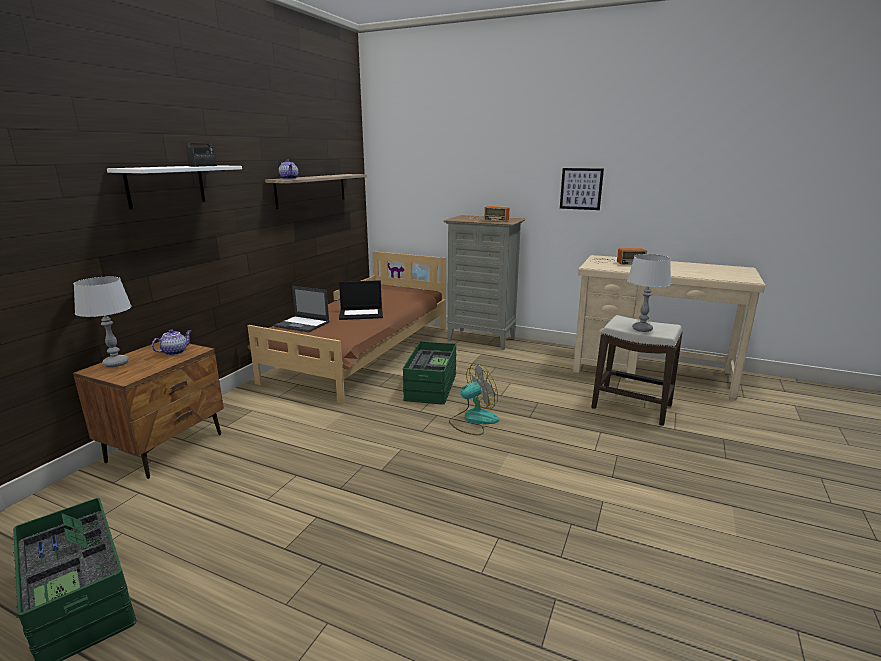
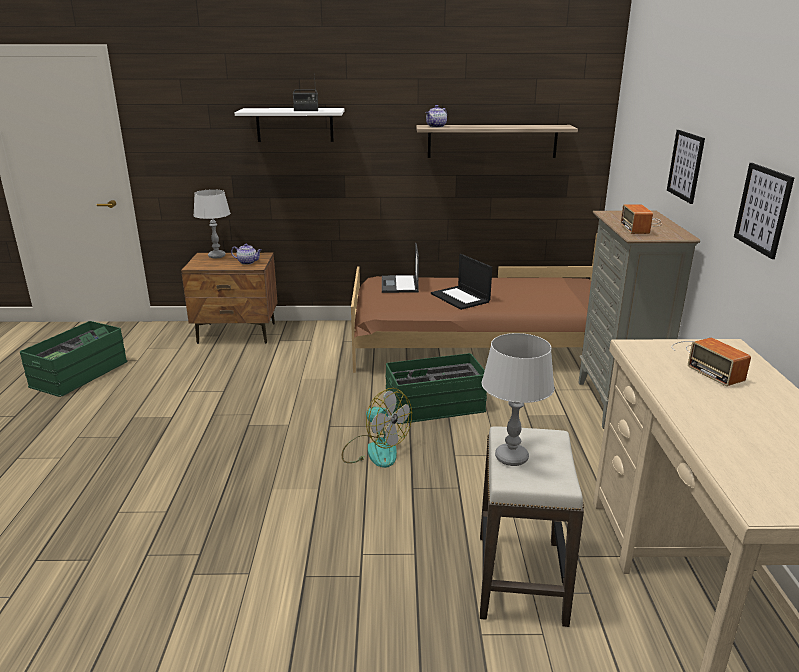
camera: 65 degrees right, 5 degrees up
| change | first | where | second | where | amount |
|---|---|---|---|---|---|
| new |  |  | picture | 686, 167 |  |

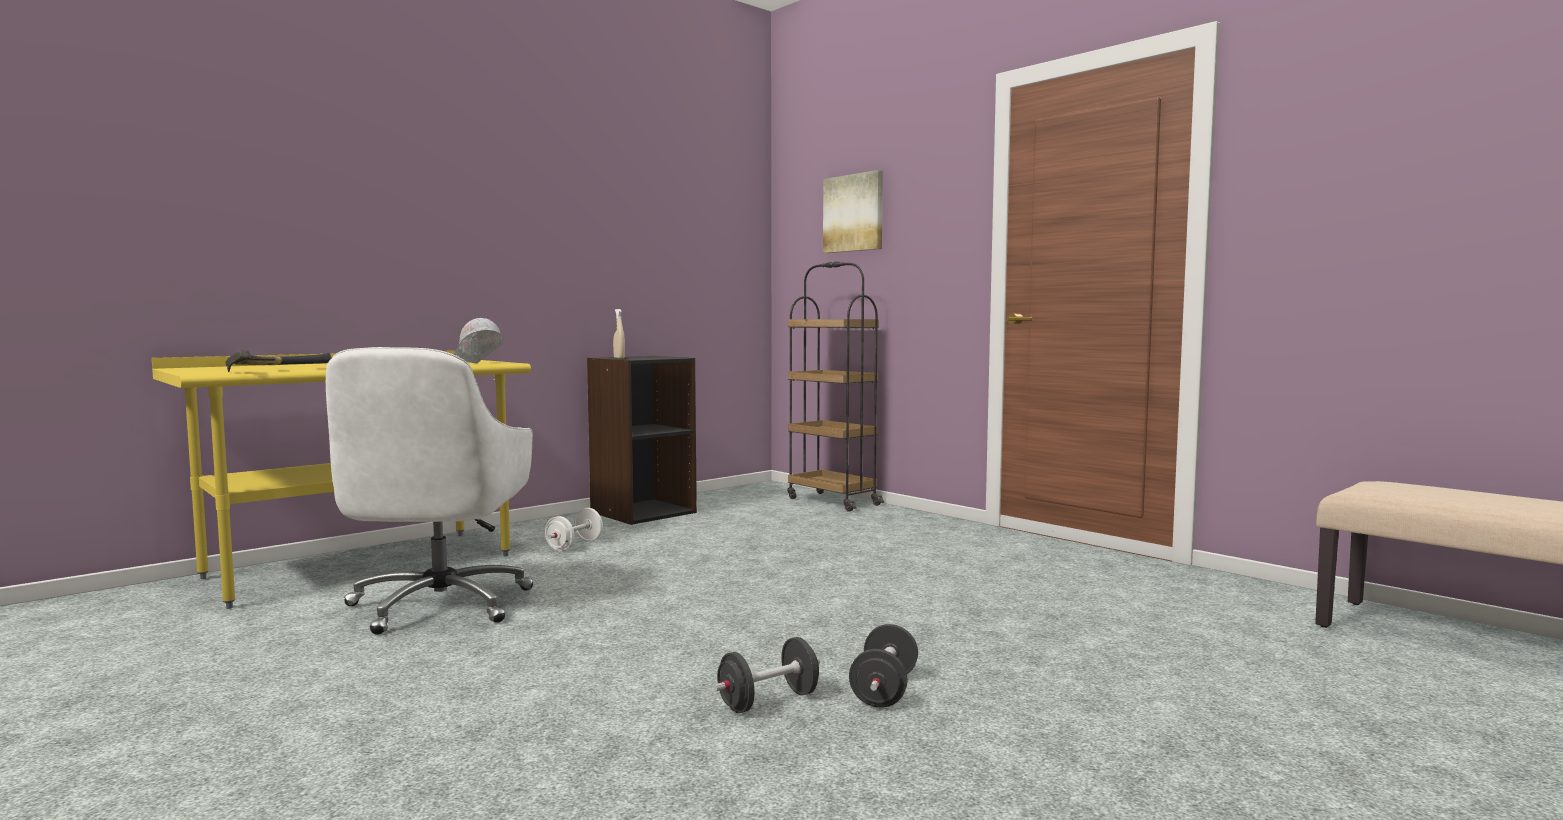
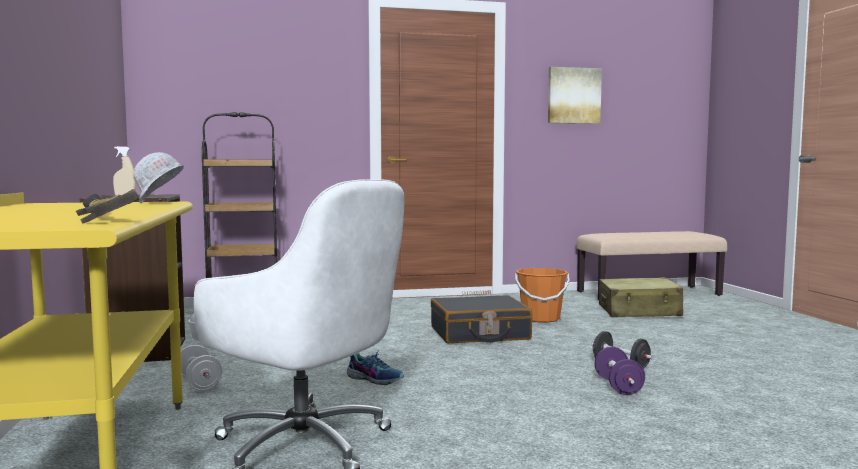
camera: 60 degrees left, 0 degrees up
| change | first | where | second | where | amount |
|---|---|---|---|---|---|
| new |  |  | shoe | 375, 367 |  |
| new |  |  | black suitcase | 481, 319 |  |
| new |  |  | orange bucket | 542, 295 |  |
| new |  |  | beige suitcase | 641, 297 |  |
| shifted | picture | 853, 211 |  | 575, 95 |  |
| repainted | black dumbbell | 767, 675 | purple dumbbell | 620, 370 |  |

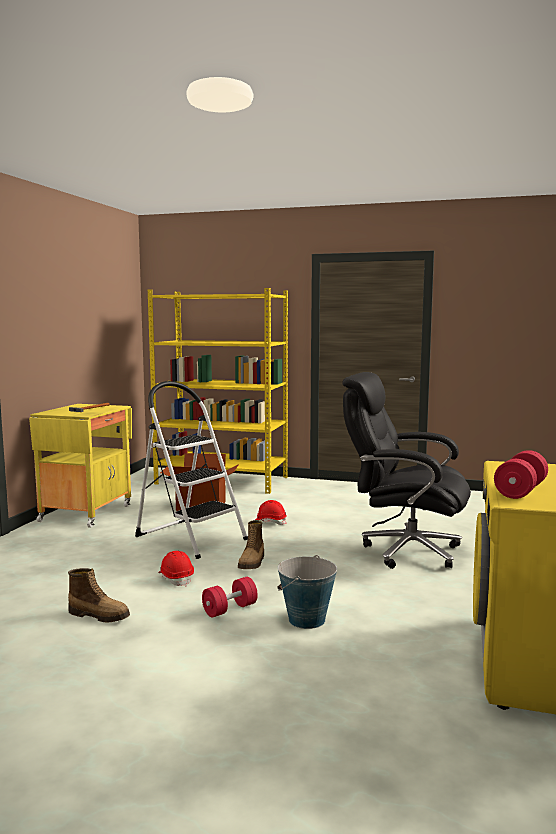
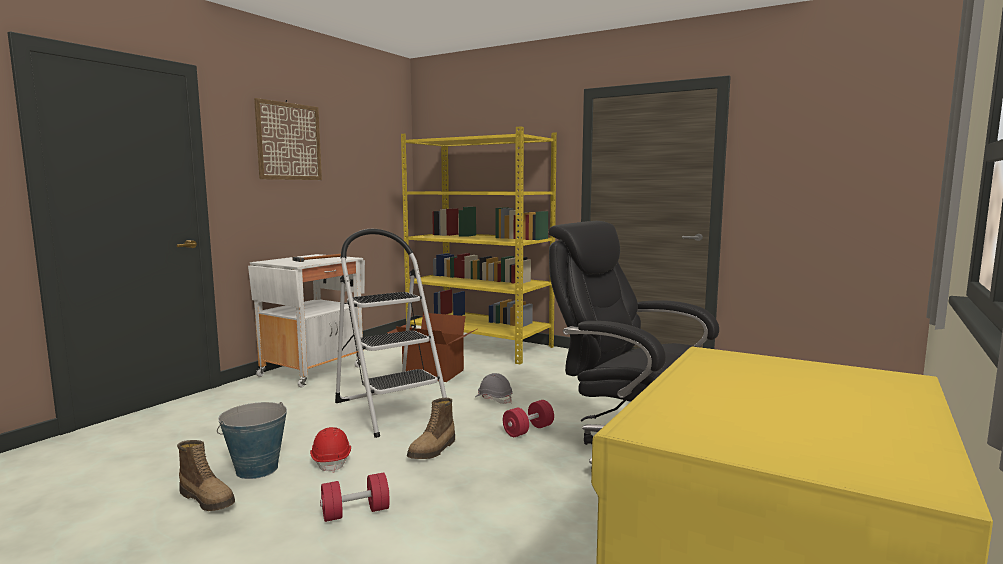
camera: 15 degrees right, 0 degrees up
| change | first | where | second | where | amount |
|---|---|---|---|---|---|
| new |  |  | picture | 288, 139 |  |
| shifted | bucket | 307, 592 |  | 252, 440 |  |
| shifted | red dumbbell | 521, 474 |  | 528, 418 |  |
| repainted | yellow cart | 80, 466 | white cart | 306, 320 |  |
| repainted | red hard hat | 271, 512 | grey hard hat | 494, 388 |  |

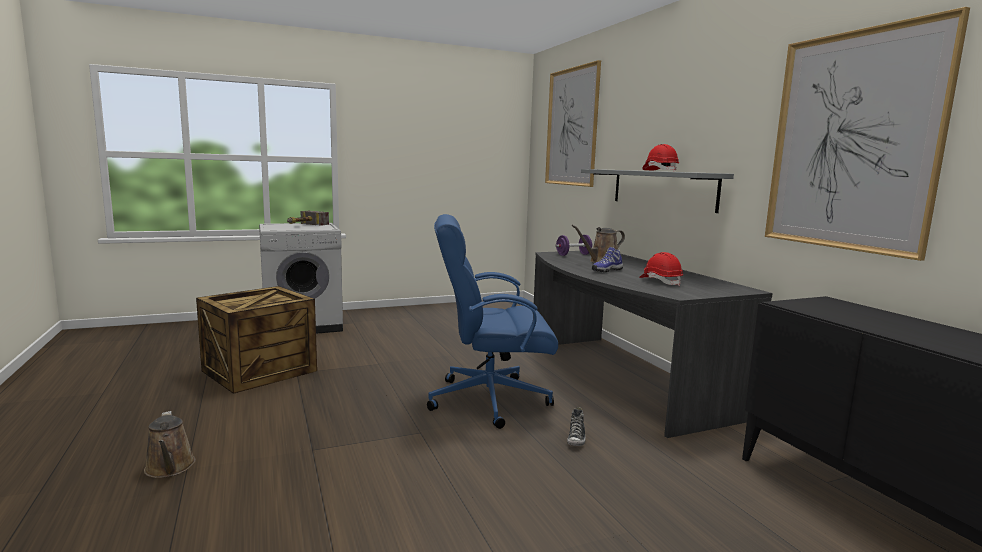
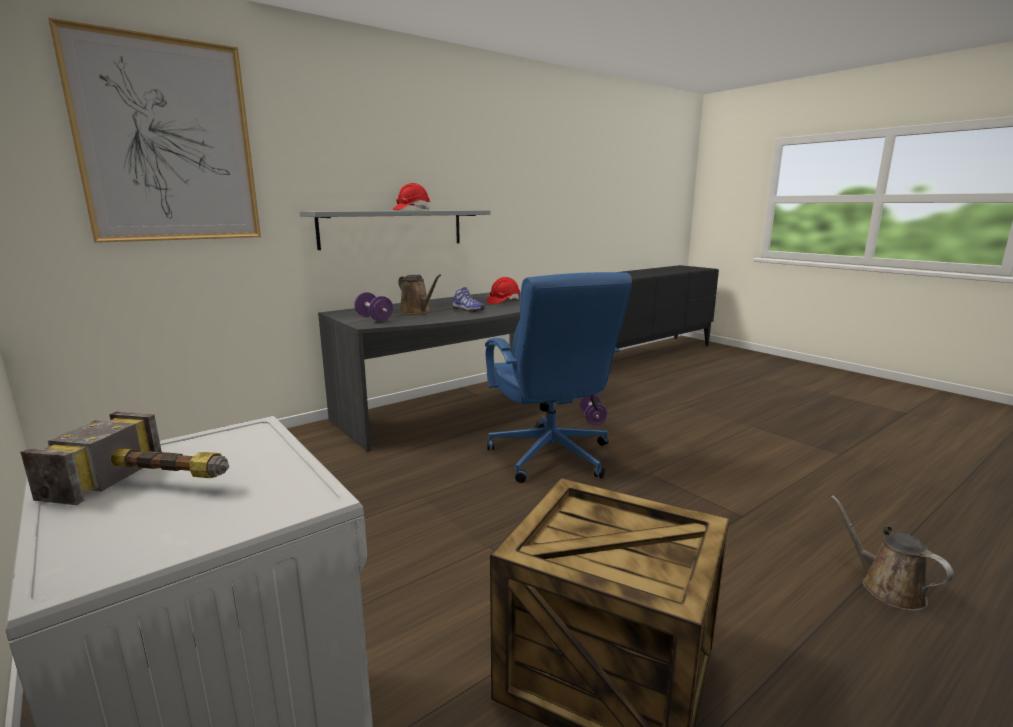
camera: 105 degrees left, 5 degrees up
| change | first | where | second | where | amount |
|---|---|---|---|---|---|
| gone | picture | 867, 134 |  |  |  |
| swapped | shoe | 576, 426 | purple dumbbell | 593, 410 |  |
| rotated | brown watering can | 170, 444 |  | 892, 553 | 75 degrees counterclockwise |

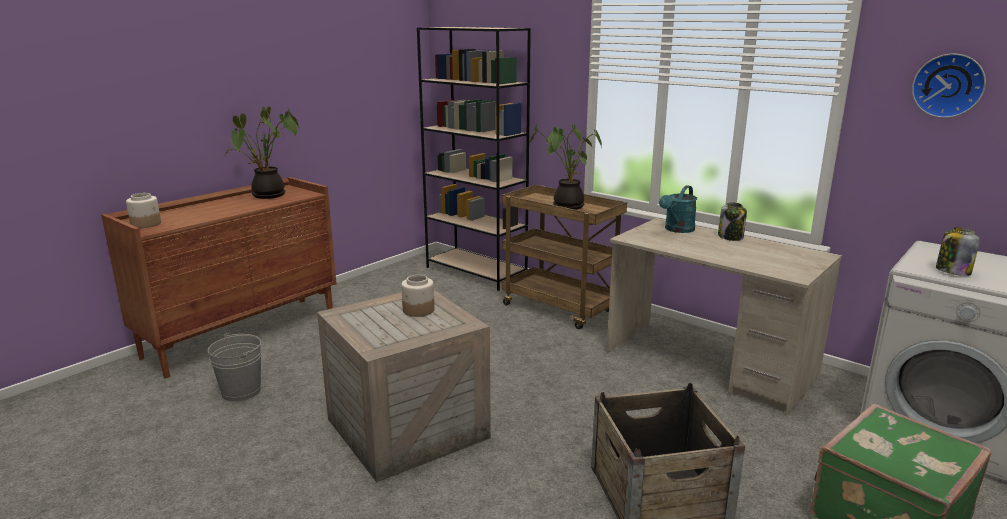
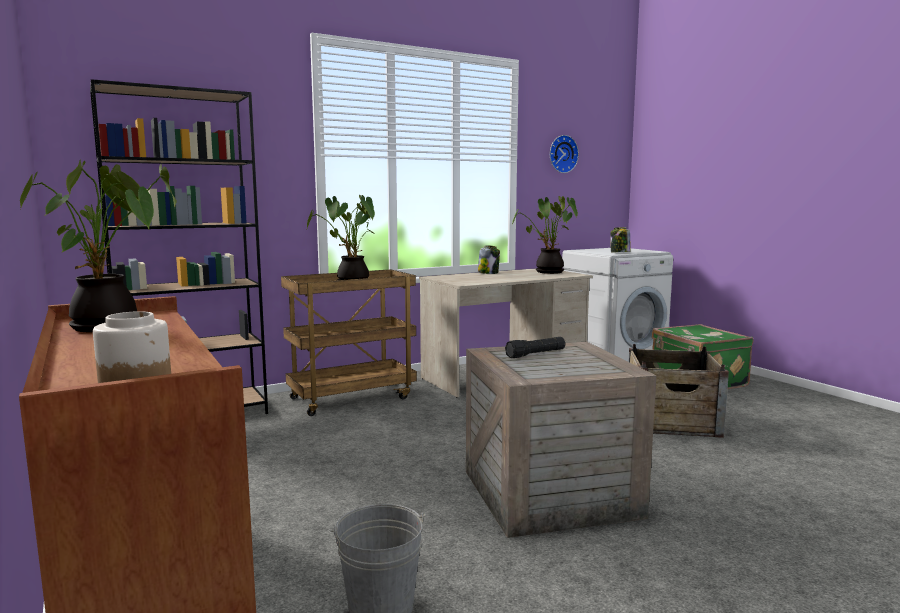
camera: 70 degrees left, 10 degrees down
| change | first | where | second | where | amount |
|---|---|---|---|---|---|
| gone | turquoise watering can | 678, 209 |  |  |  |
| new |  |  | potted plant | 545, 235 |  |
| swapped | jar | 418, 296 | black flashlight | 535, 347 |  |

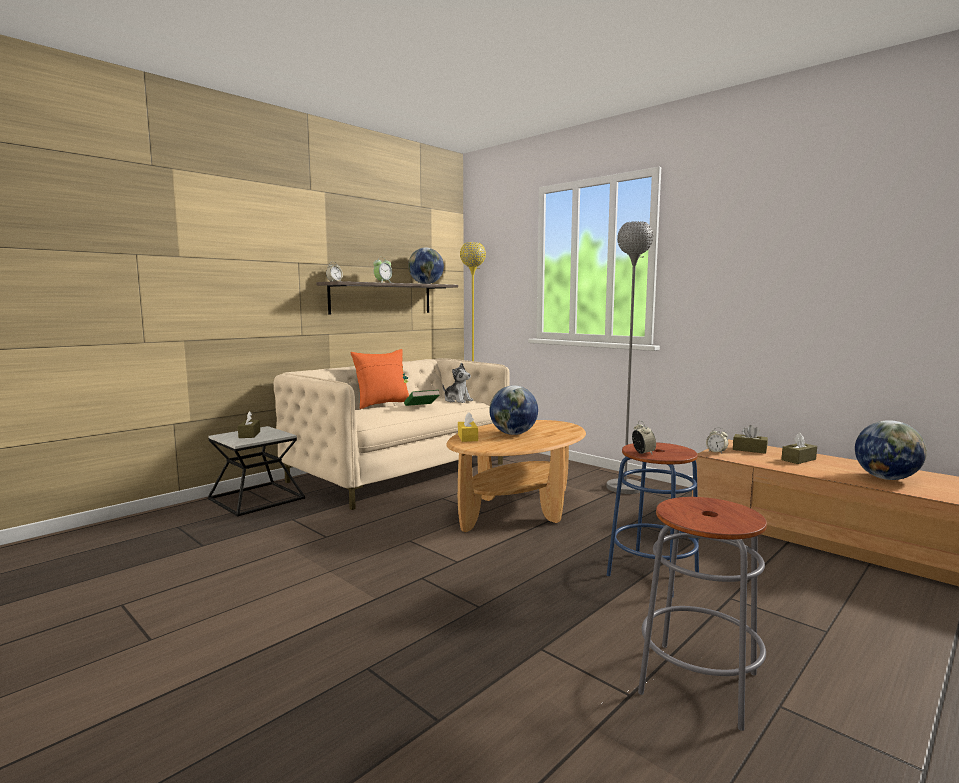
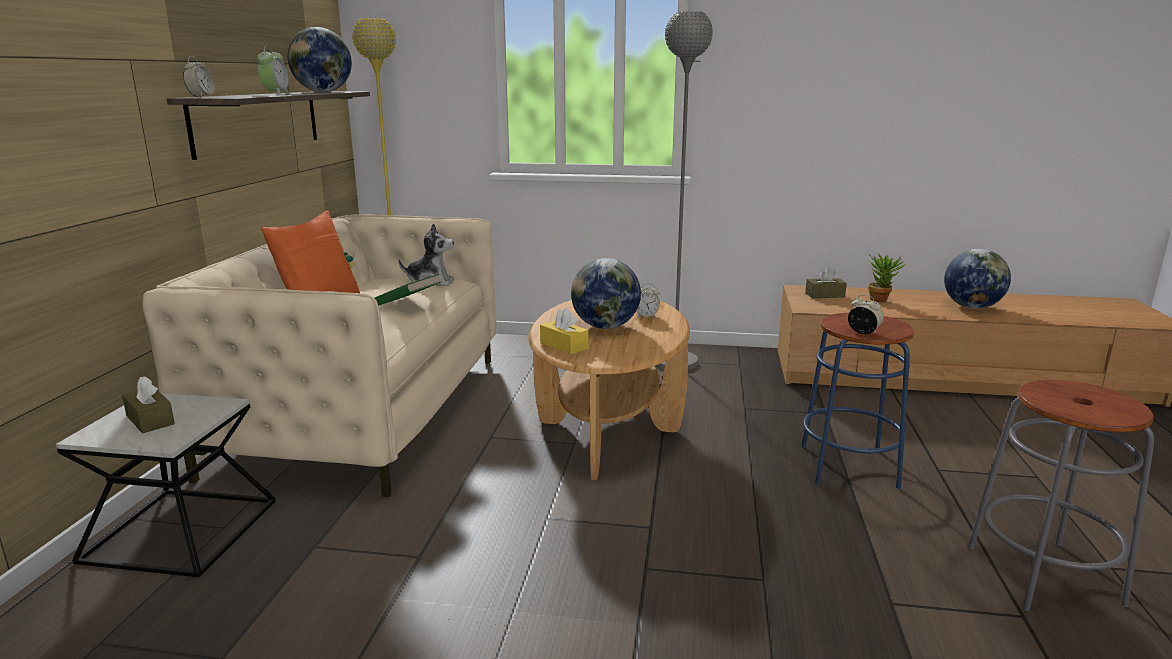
camera: 35 degrees left, 10 degrees up
| change | first | where | second | where | amount |
|---|---|---|---|---|---|
| shifted | alarm clock | 717, 440 |  | 648, 300 |  |
| swapped | brown tissue box | 799, 448 | potted plant | 887, 277 |  |

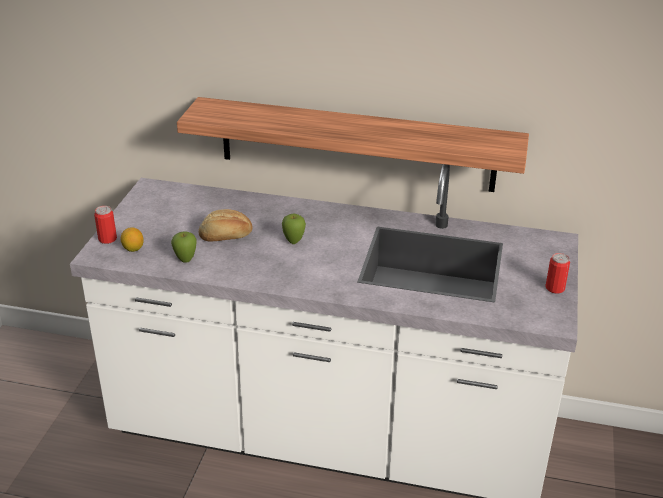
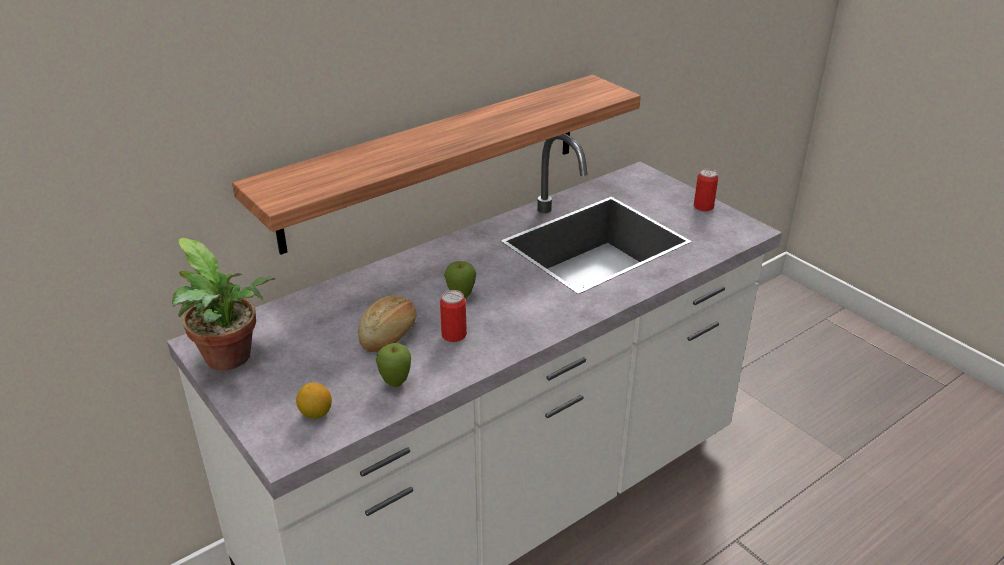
camera: 50 degrees left, 0 degrees up
| change | first | where | second | where | amount |
|---|---|---|---|---|---|
| new |  |  | potted plant | 223, 304 |  |
| shifted | can | 105, 225 |  | 453, 316 |  |

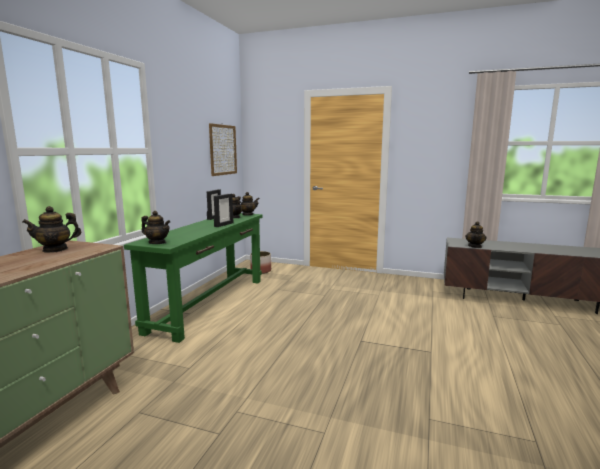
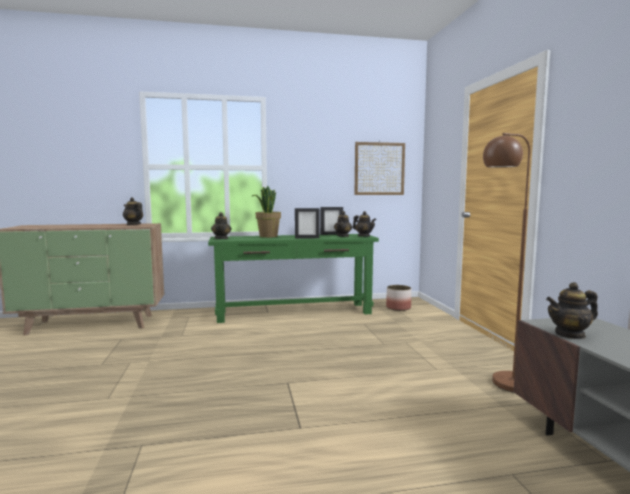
camera: 60 degrees right, 5 degrees down
| change | first | where | second | where | amount |
|---|---|---|---|---|---|
| new |  |  | potted plant | 266, 212 |  |
| new |  |  | brown floor lamp | 506, 263 |  |

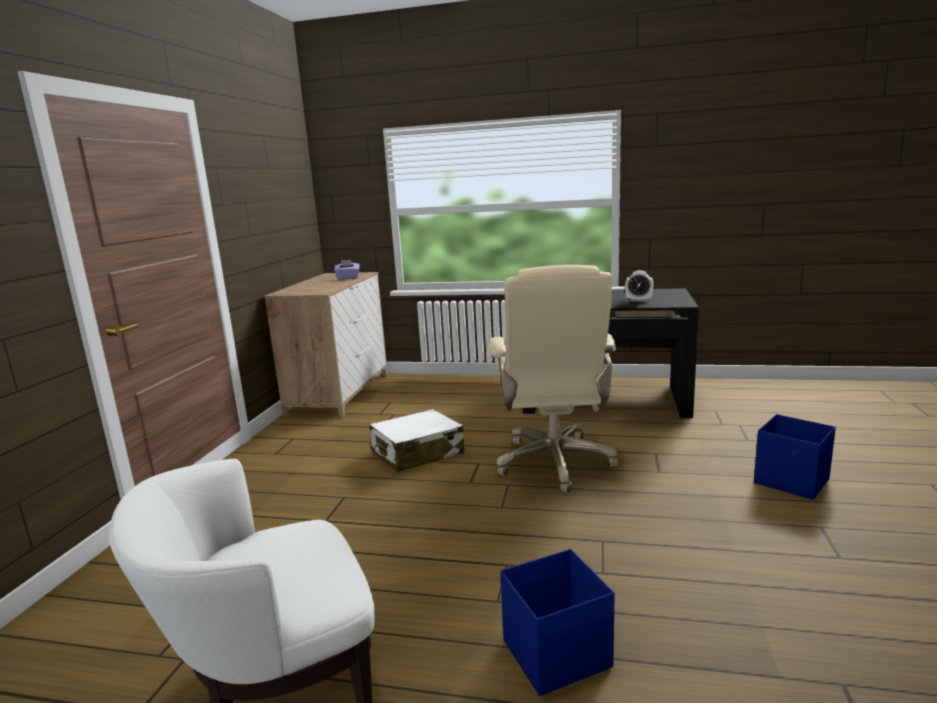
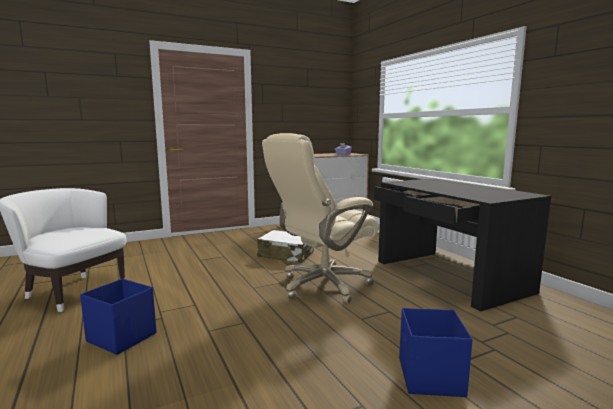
camera: 50 degrees right, 5 degrees down
| change | first | where | second | where | amount |
|---|---|---|---|---|---|
| gone | alarm clock | 639, 286 |  |  |  |

